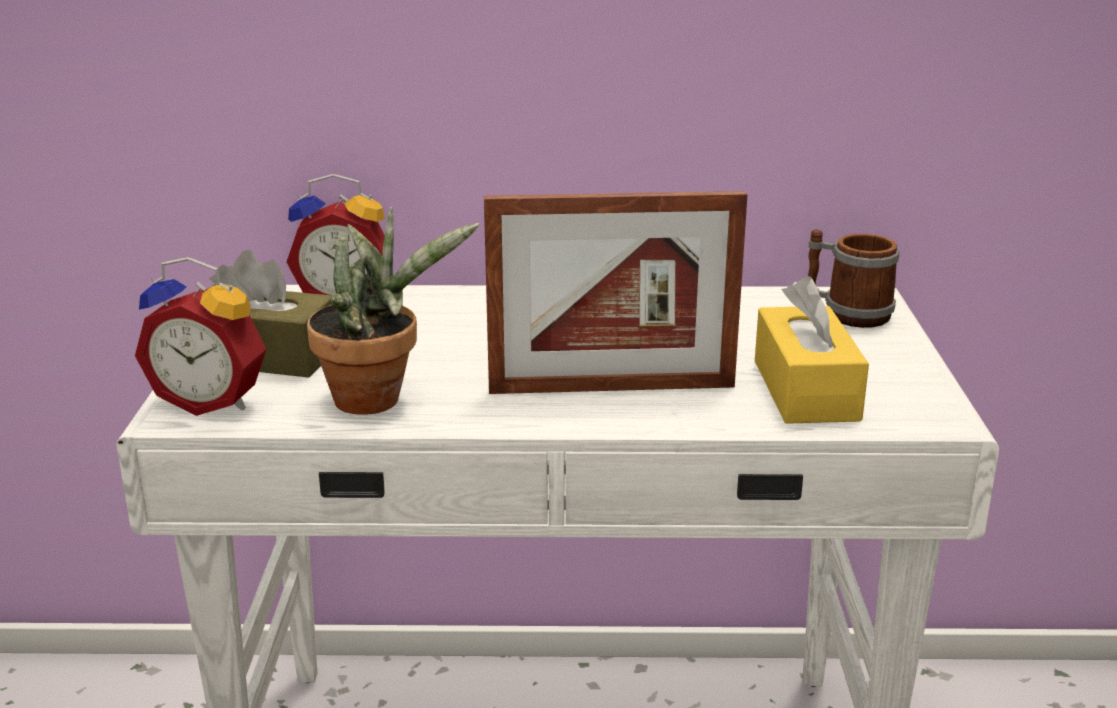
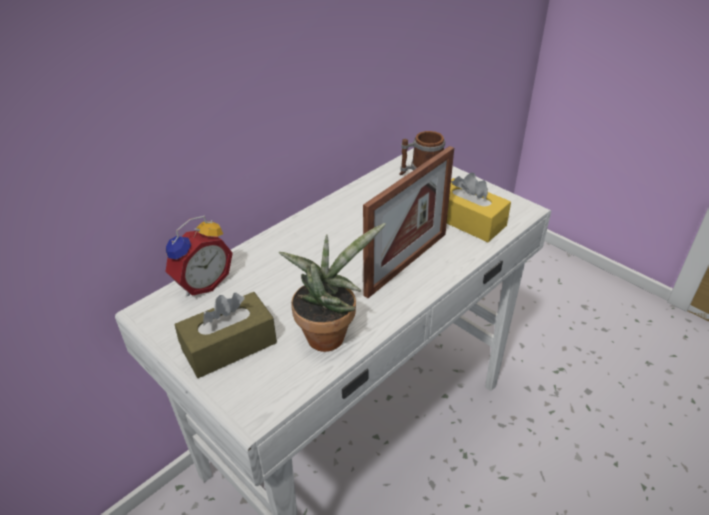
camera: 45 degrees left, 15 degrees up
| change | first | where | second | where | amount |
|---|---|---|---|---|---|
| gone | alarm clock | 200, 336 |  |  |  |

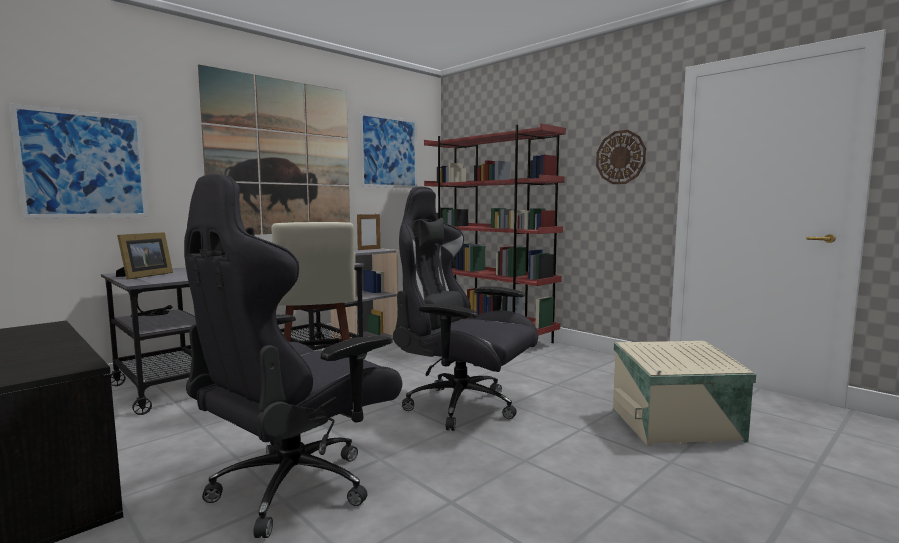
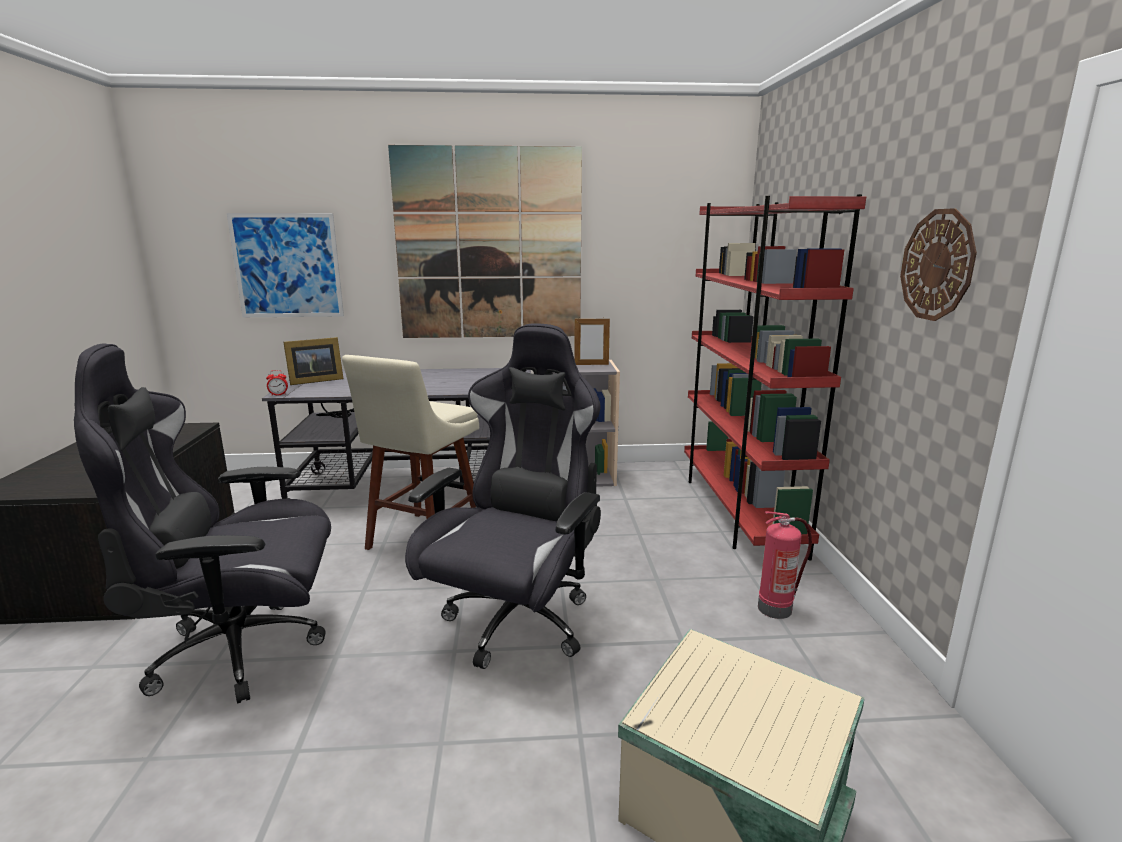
camera: 40 degrees right, 10 degrees up
| change | first | where | second | where | amount |
|---|---|---|---|---|---|
| gone | picture | 388, 150 |  |  |  |
| new |  |  | alarm clock | 277, 383 |  |
| new |  |  | fire extinguisher | 785, 565 |  |
| rotated | black office chair | 465, 308 |  | 503, 496 | 45 degrees clockwise |

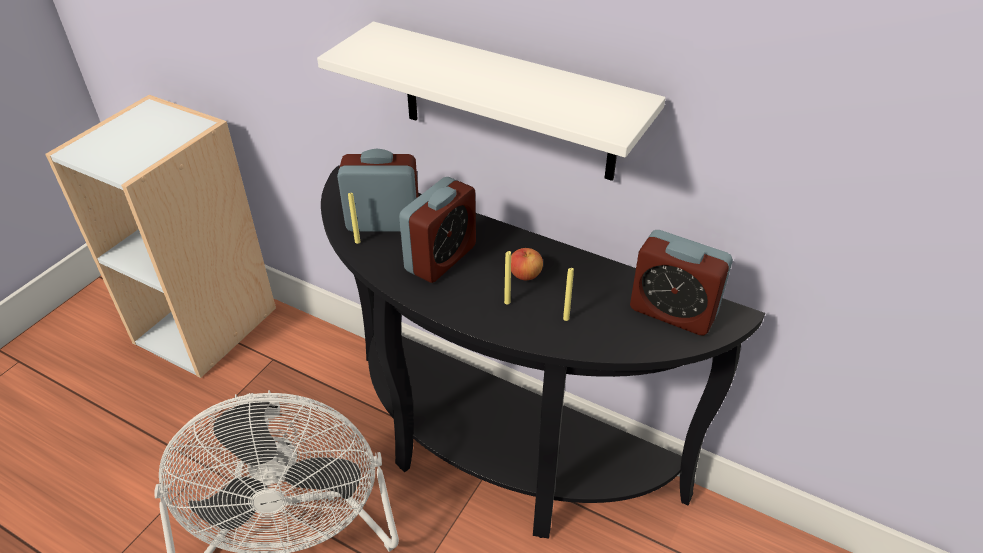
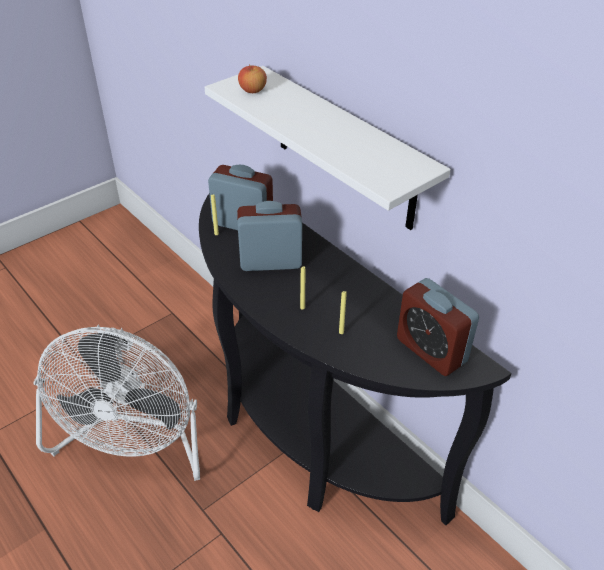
camera: 20 degrees right, 0 degrees up
| change | first | where | second | where | amount |
|---|---|---|---|---|---|
| gone | bookcase | 160, 236 |  |  |  |
| shifted | apple | 527, 264 |  | 252, 78 |  |
| rotated | alarm clock | 437, 230 |  | 269, 236 | 150 degrees counterclockwise |

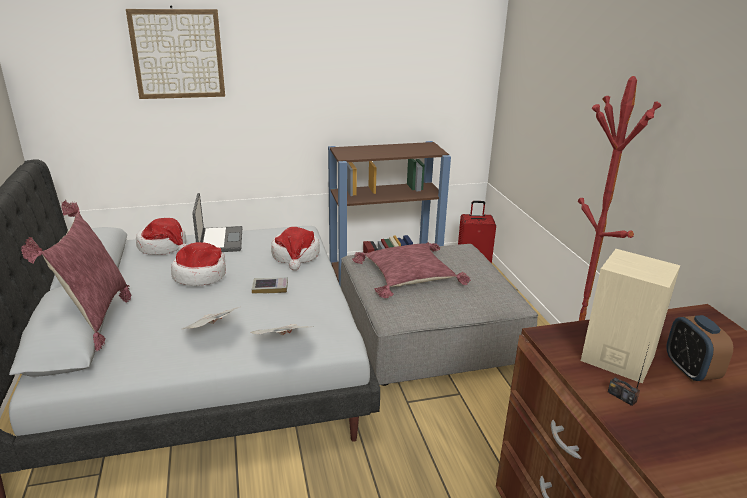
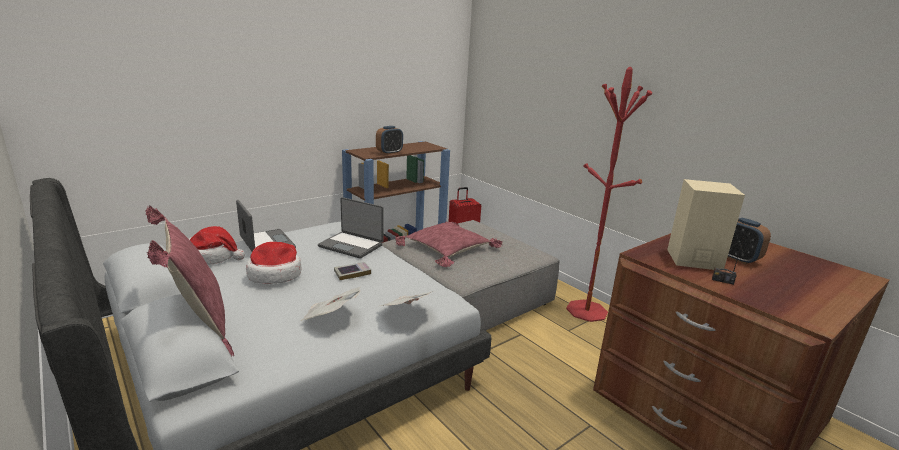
camera: 25 degrees left, 5 degrees down
| change | first | where | second | where | amount |
|---|---|---|---|---|---|
| gone | picture | 175, 52 |  |  |  |
| new |  |  | alarm clock | 389, 140 |  |
| swapped | hat | 295, 249 | laptop | 351, 228 |  |

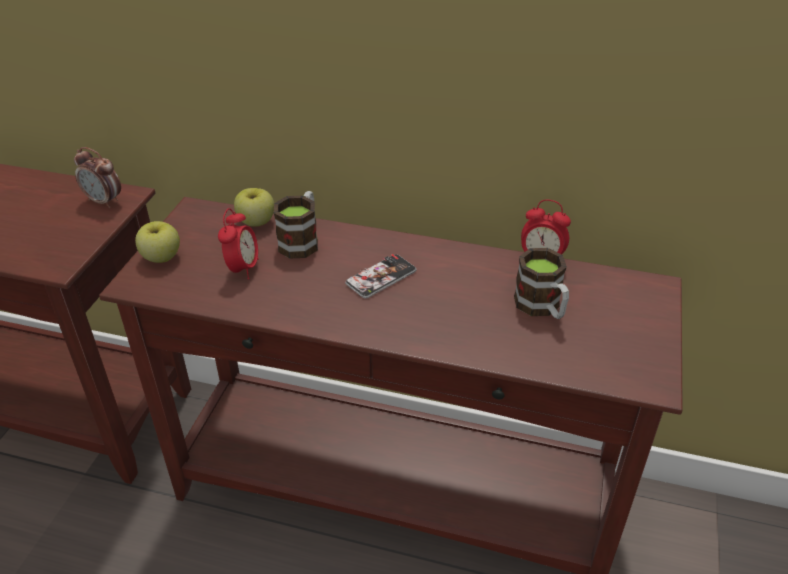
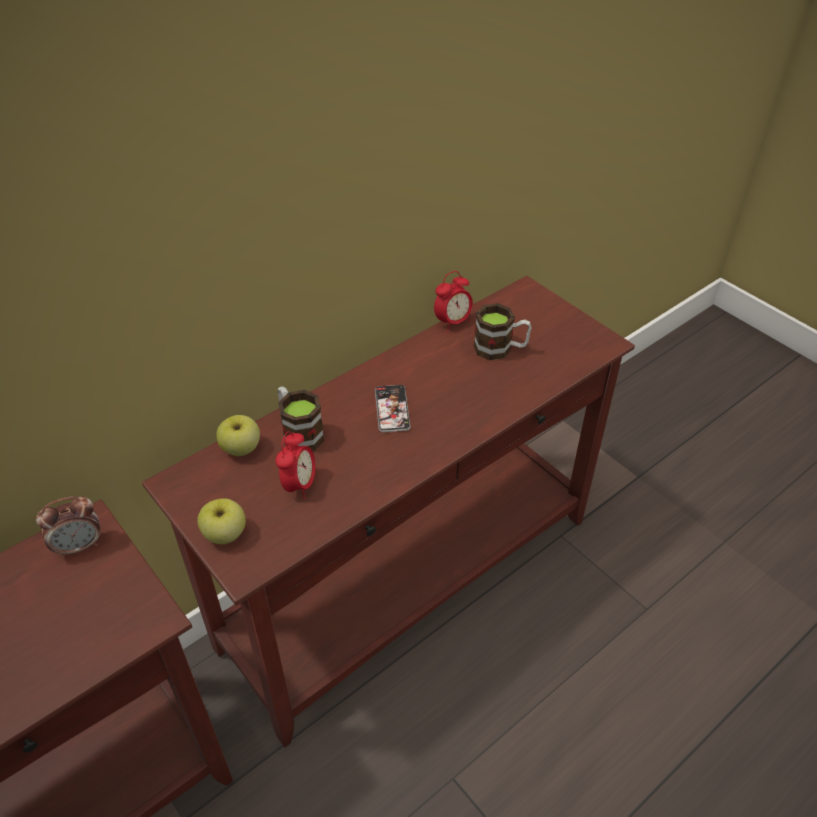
camera: 55 degrees left, 5 degrees up
| change | first | where | second | where | amount |
|---|---|---|---|---|---|
| rotated | alarm clock | 238, 243 |  | 295, 465 | 60 degrees clockwise |

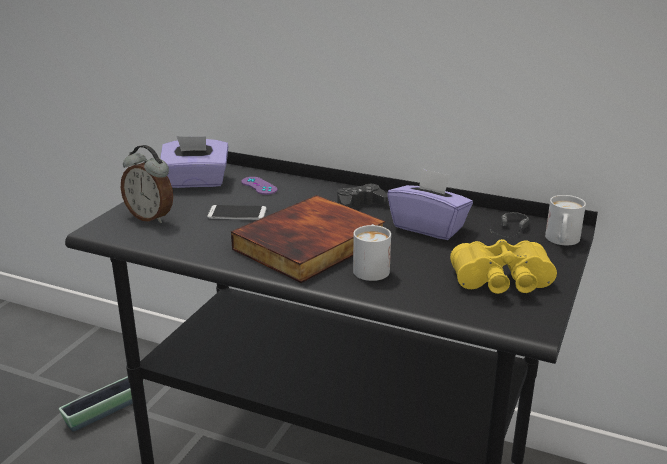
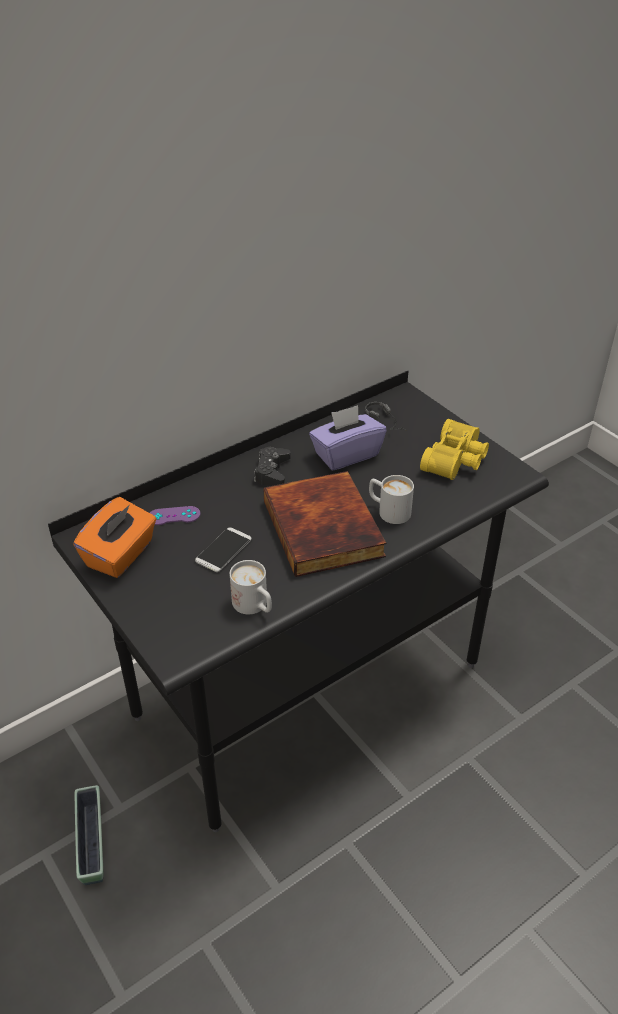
camera: 60 degrees left, 15 degrees up
| change | first | where | second | where | amount |
|---|---|---|---|---|---|
| gone | alarm clock | 147, 184 |  |  |  |
| shifted | white mug | 565, 220 |  | 251, 587 |  |
| repainted | purple tissue box | 194, 162 | orange tissue box | 114, 537 |  |

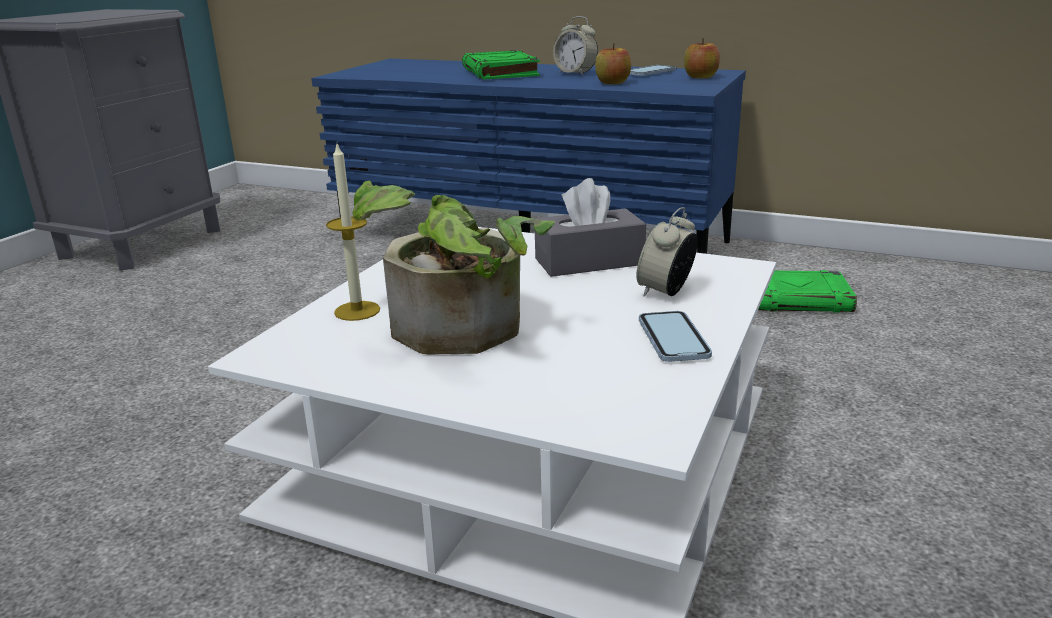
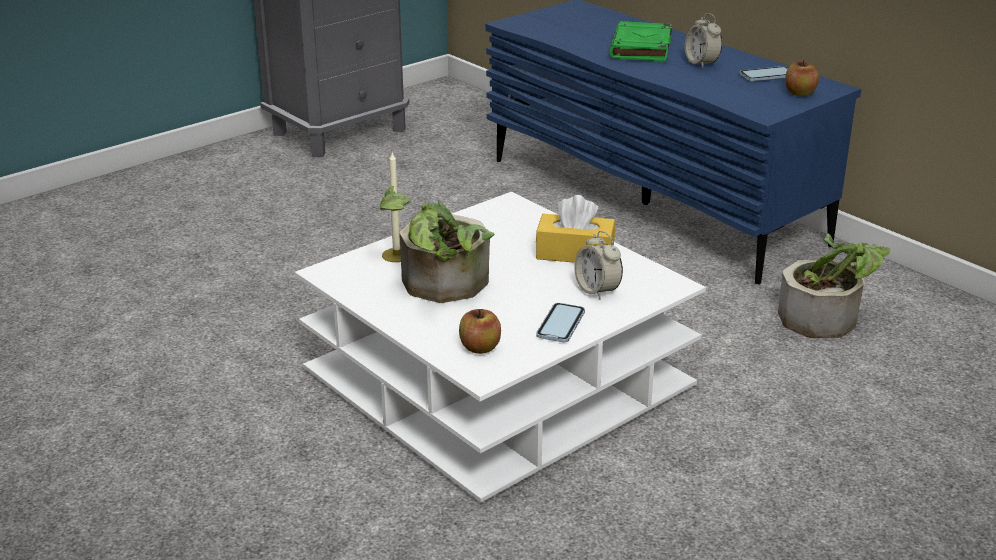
camera: 25 degrees right, 5 degrees up
| change | first | where | second | where | amount |
|---|---|---|---|---|---|
| shifted | apple | 613, 63 |  | 480, 331 |  |
| swapped | green book | 807, 291 | potted plant | 834, 285 |  |
| repainted | grey tissue box | 590, 227 | yellow tissue box | 575, 229 |  |
| rotated | alarm clock | 667, 252 |  | 598, 265 | 90 degrees counterclockwise |

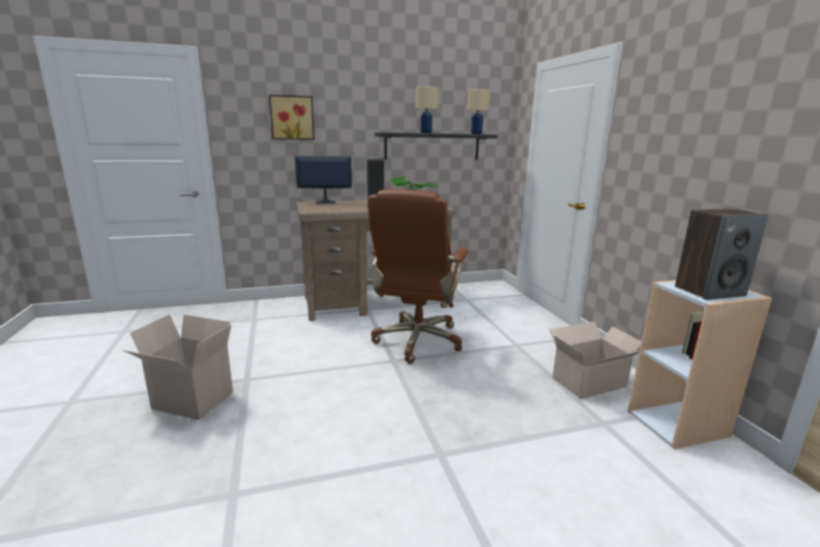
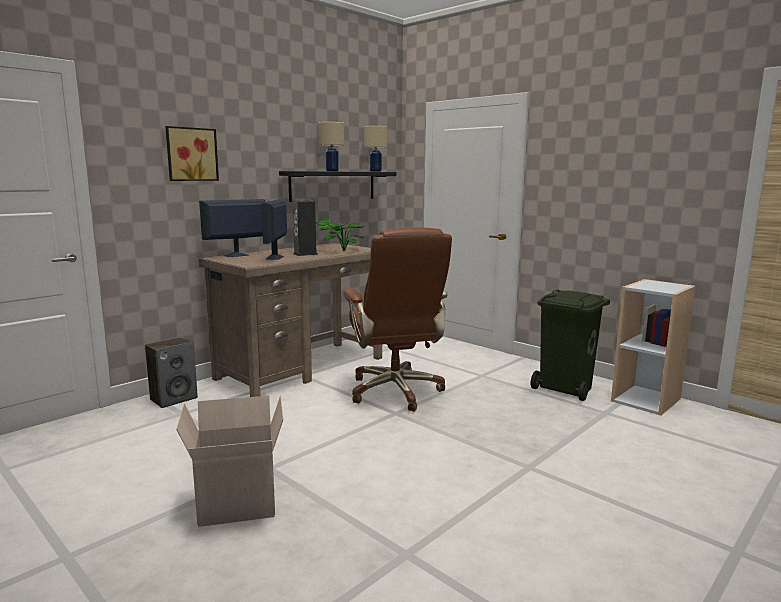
camera: 30 degrees left, 5 degrees down
| change | first | where | second | where | amount |
|---|---|---|---|---|---|
| new |  |  | monitor | 274, 229 |  |
| shifted | speaker | 721, 254 |  | 171, 372 |  |
| swapped | cardboard box | 595, 360 | green trash can | 570, 345 |  |

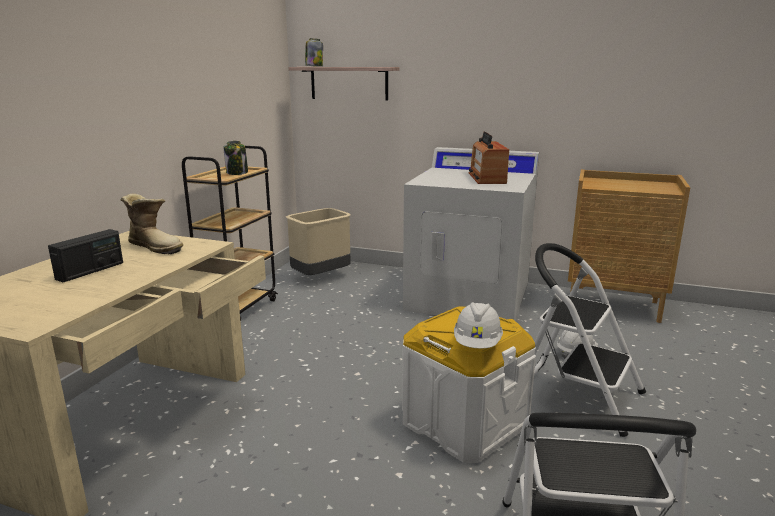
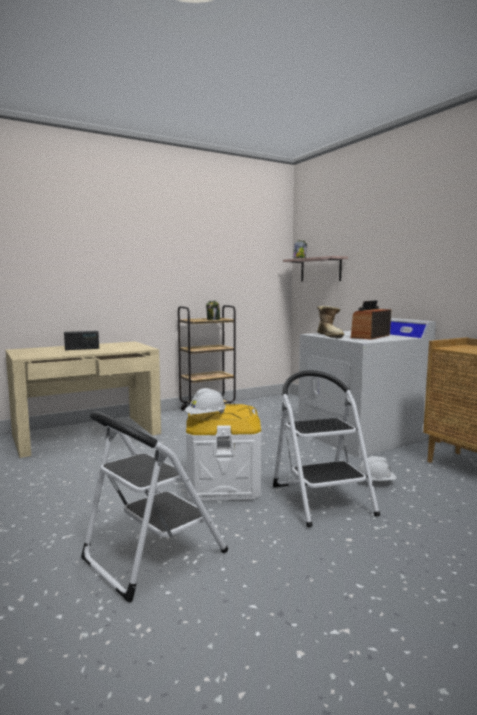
camera: 40 degrees right, 10 degrees down
| change | first | where | second | where | amount |
|---|---|---|---|---|---|
| gone | beige trash can | 318, 241 |  |  |  |
| shifted | boot | 152, 223 |  | 331, 322 |  |

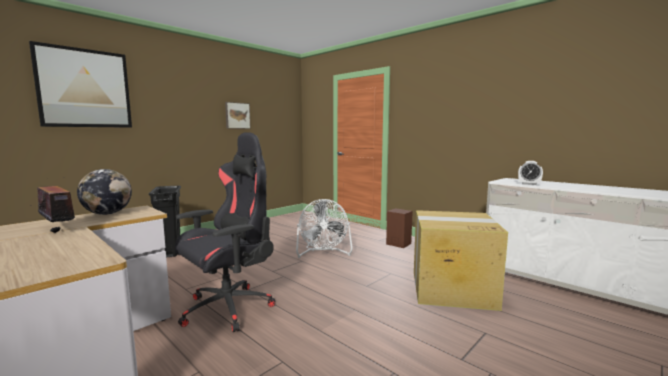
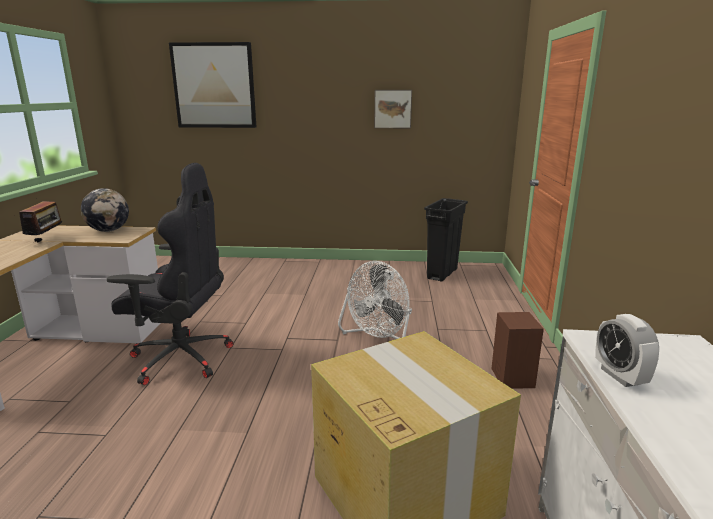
camera: 50 degrees right, 10 degrees up
| change | first | where | second | where | amount |
|---|---|---|---|---|---|
| shifted | black trash can | 165, 221 |  | 446, 240 |  |

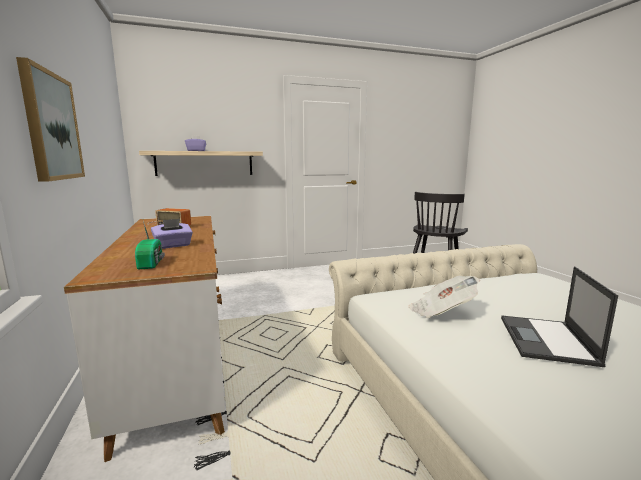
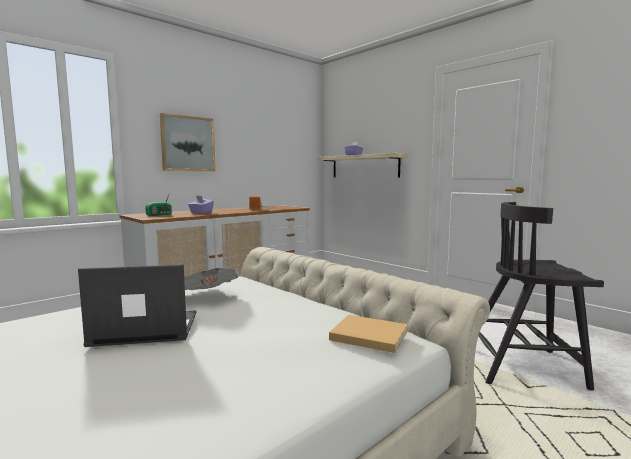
camera: 65 degrees right, 5 degrees down
| change | first | where | second | where | amount |
|---|---|---|---|---|---|
| new |  |  | beige book | 368, 334 |  |

